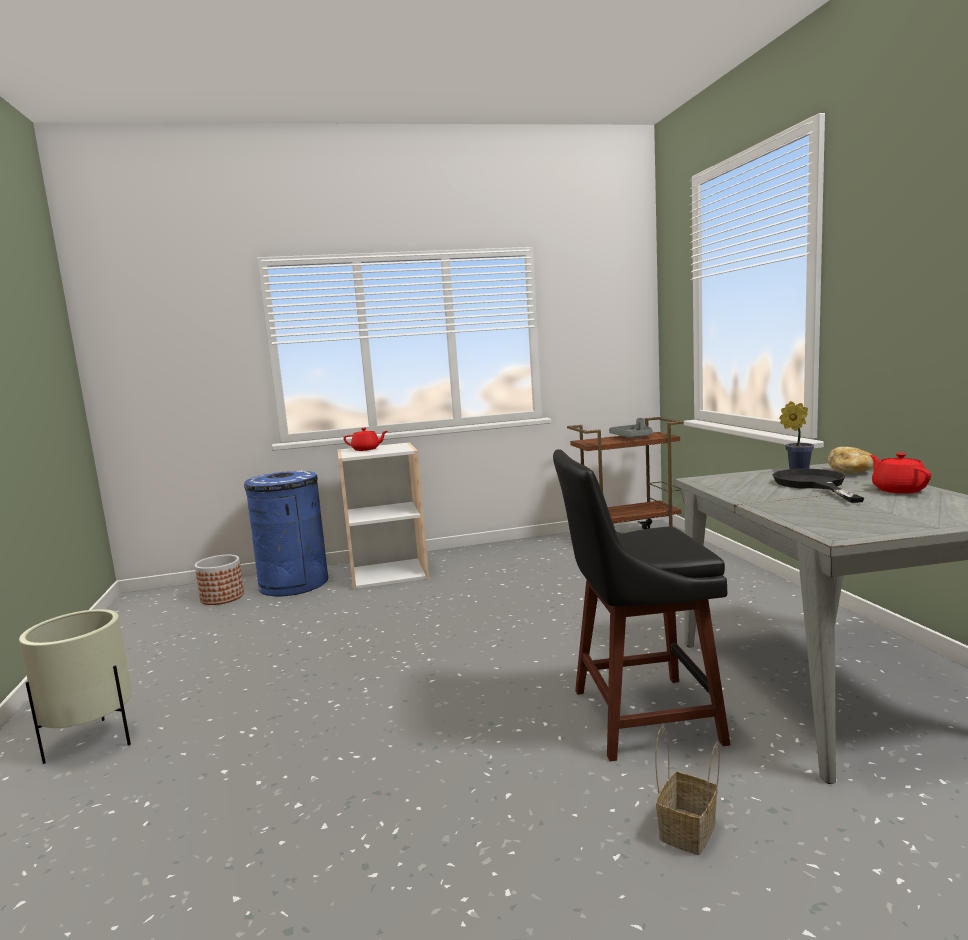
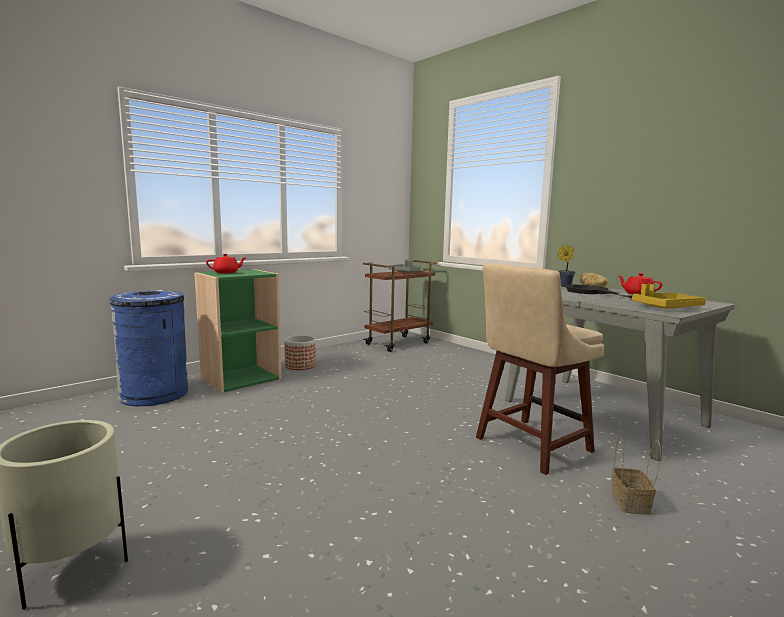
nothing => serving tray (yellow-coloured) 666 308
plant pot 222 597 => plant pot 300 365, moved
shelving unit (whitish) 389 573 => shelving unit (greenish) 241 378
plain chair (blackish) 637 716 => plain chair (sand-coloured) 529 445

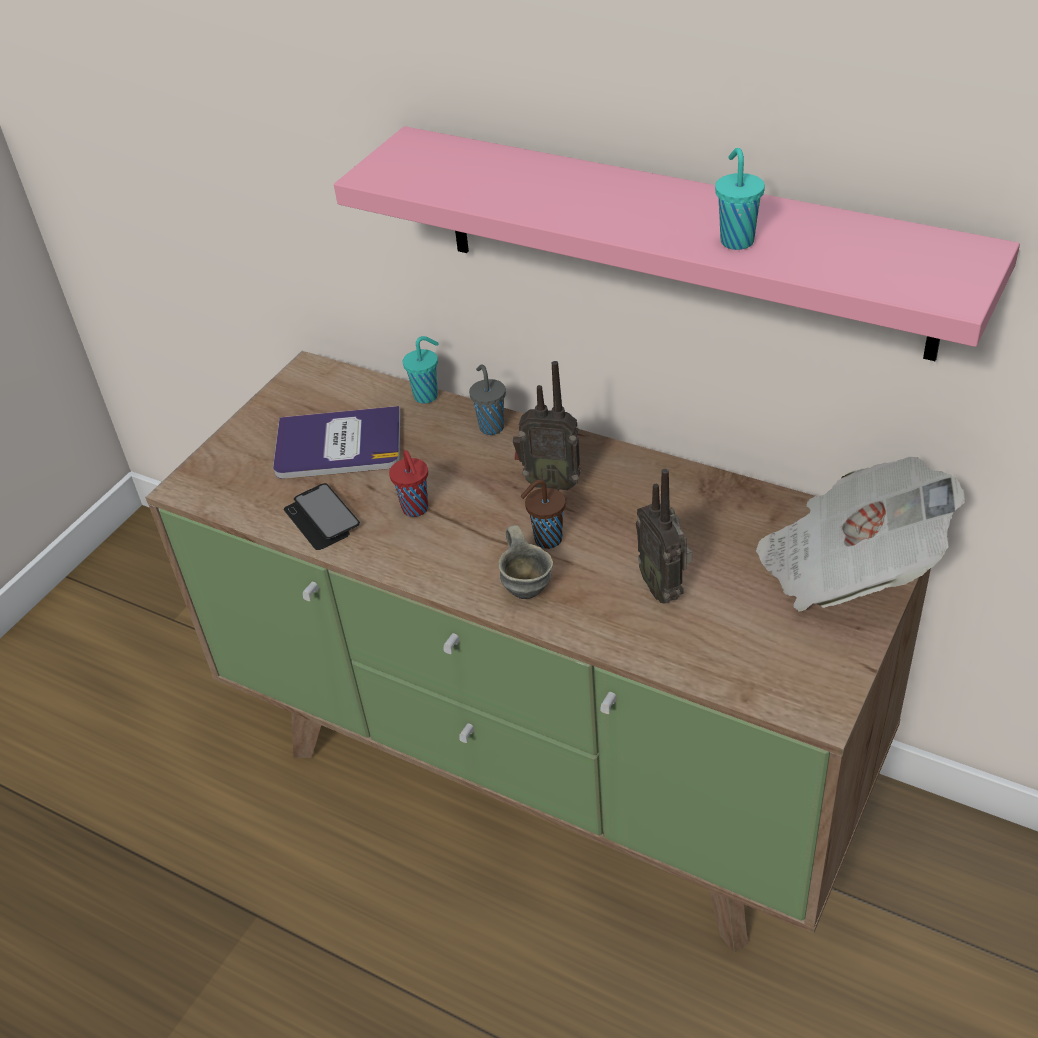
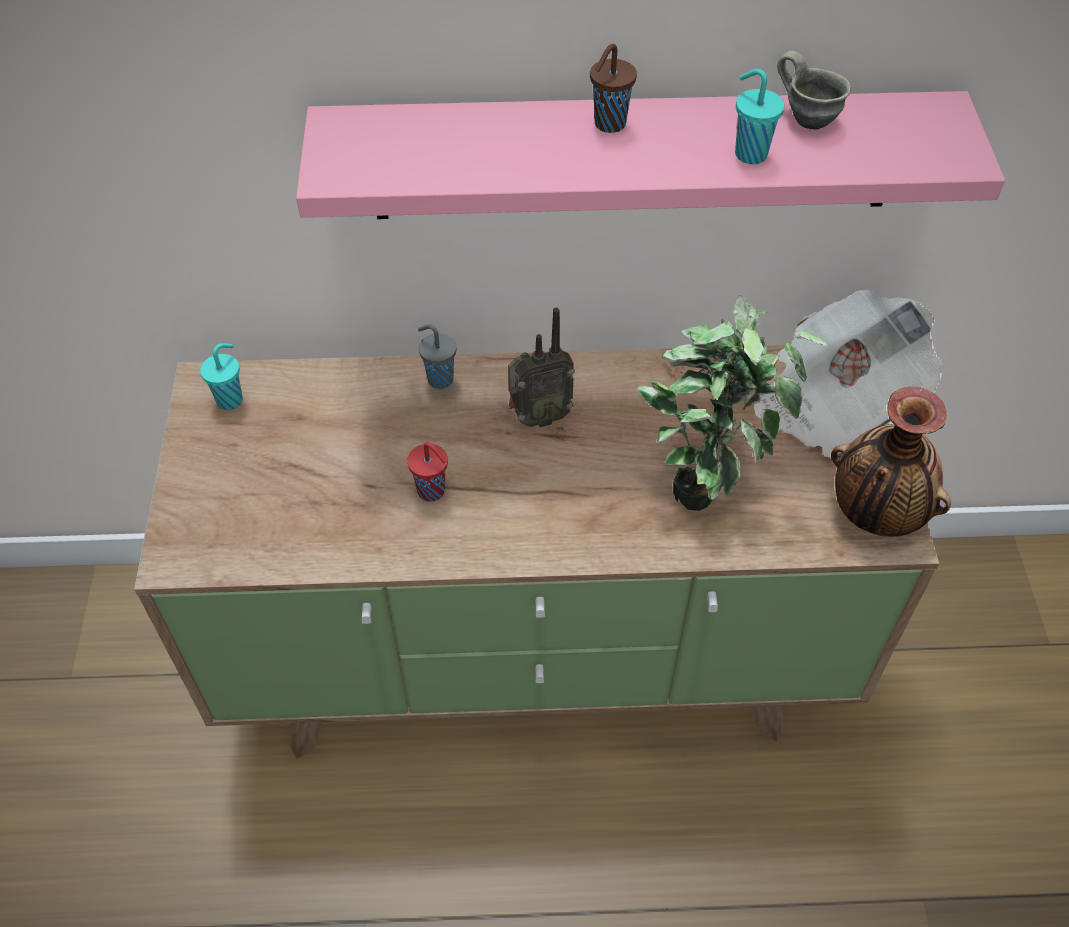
bound book 338 445 => nothing
handset 322 519 => nothing
nothing => flower vase 875 514
cup (turquoise-coloured) 427 396 => cup (turquoise-coloured) 231 399, moved
coffee mug (gray) 528 585 => coffee mug (gray) 808 117, moved
cup (brownish) 546 540 => cup (brownish) 608 125, moved
radio set 664 588 => potted plant 707 480

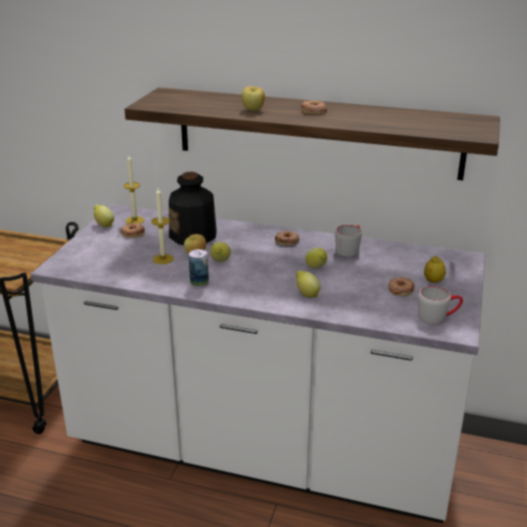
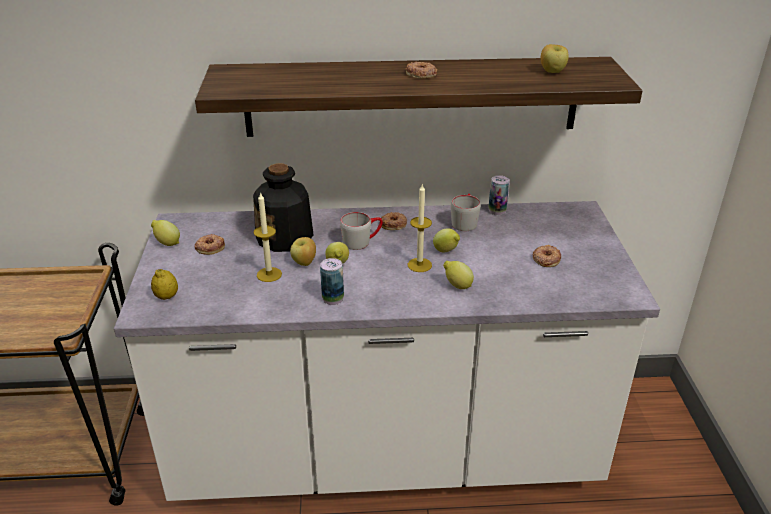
nothing => sealed can 497 211
wax light 135 220 => wax light 419 265, moved
whole apple 253 110 => whole apple 552 72, moved
coffee mug (gray) 438 316 => coffee mug (gray) 362 241, moved
lemon 433 281 => lemon 166 297, moved

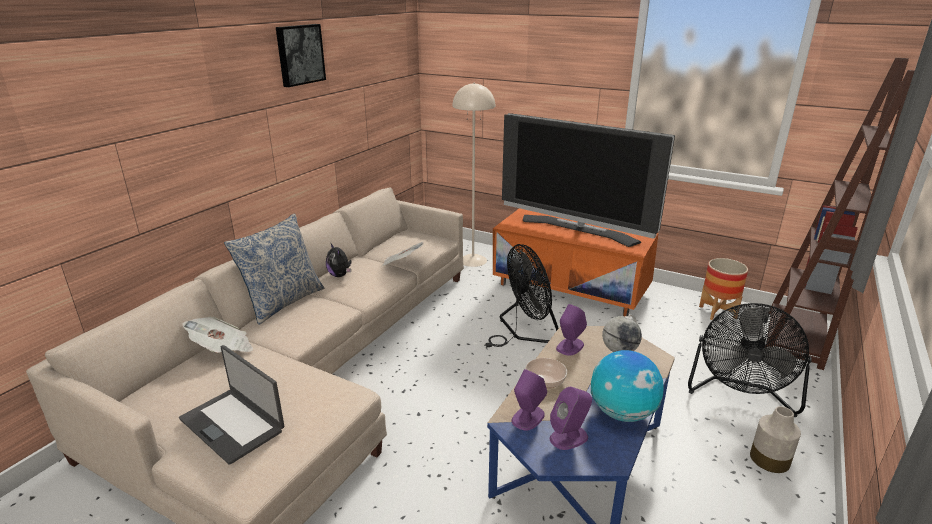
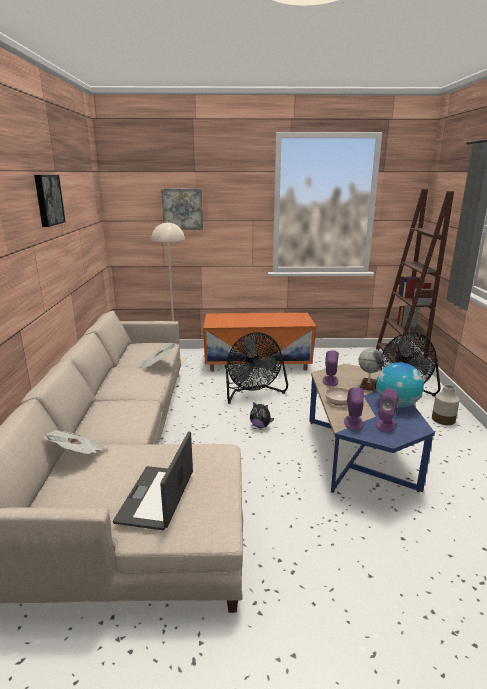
throw pillow 283 302 => nothing
television 578 230 => nothing
plant pot 717 312 => nothing
nothing => picture 182 209
plush toy 340 275 => plush toy 260 426, moved
notebook computer 233 424 => notebook computer 157 497, 90 degrees clockwise
cooling fan (blackish) 520 328 => cooling fan (blackish) 250 393, 120 degrees clockwise

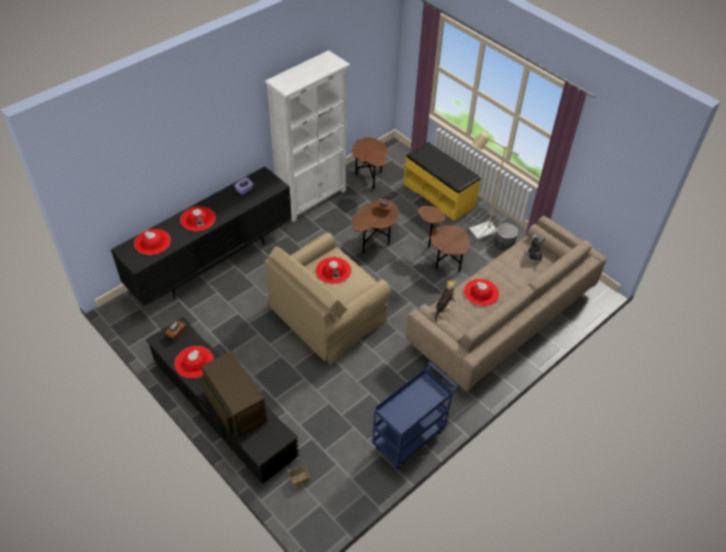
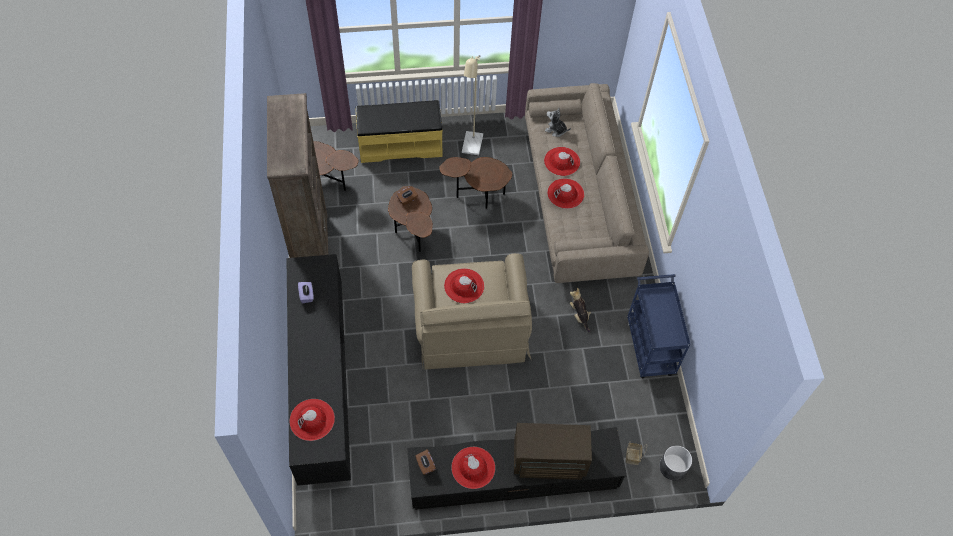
clothing hat (red) 198 219 => clothing hat (red) 562 161, moved
plush toy 444 307 => plush toy 579 315, moved
plant pot (gray) 504 243 => plant pot (gray) 673 467, moved
shelving unit (whitish) 312 199 => shelving unit (brownish) 312 249

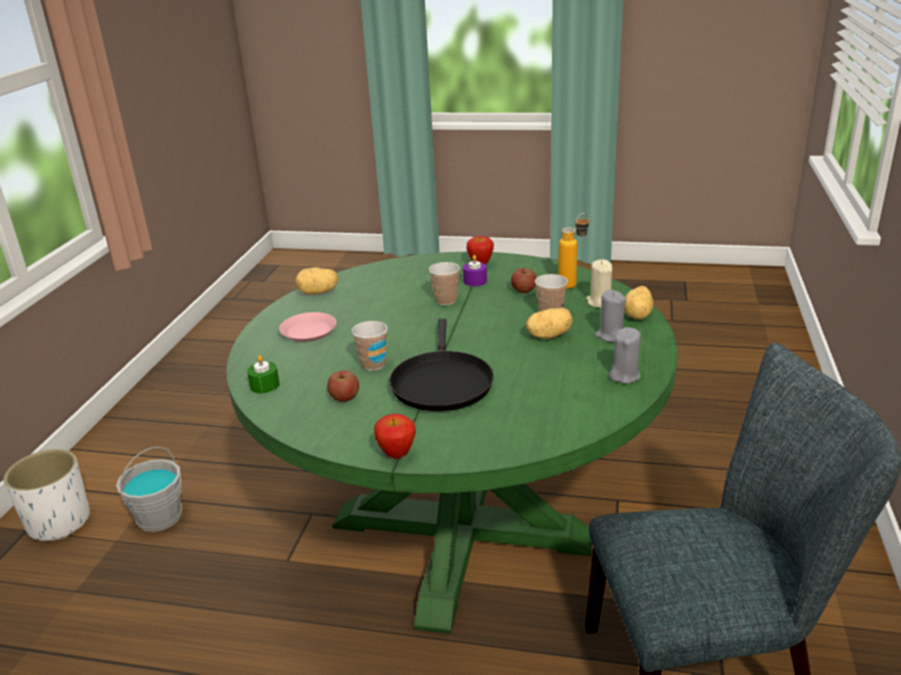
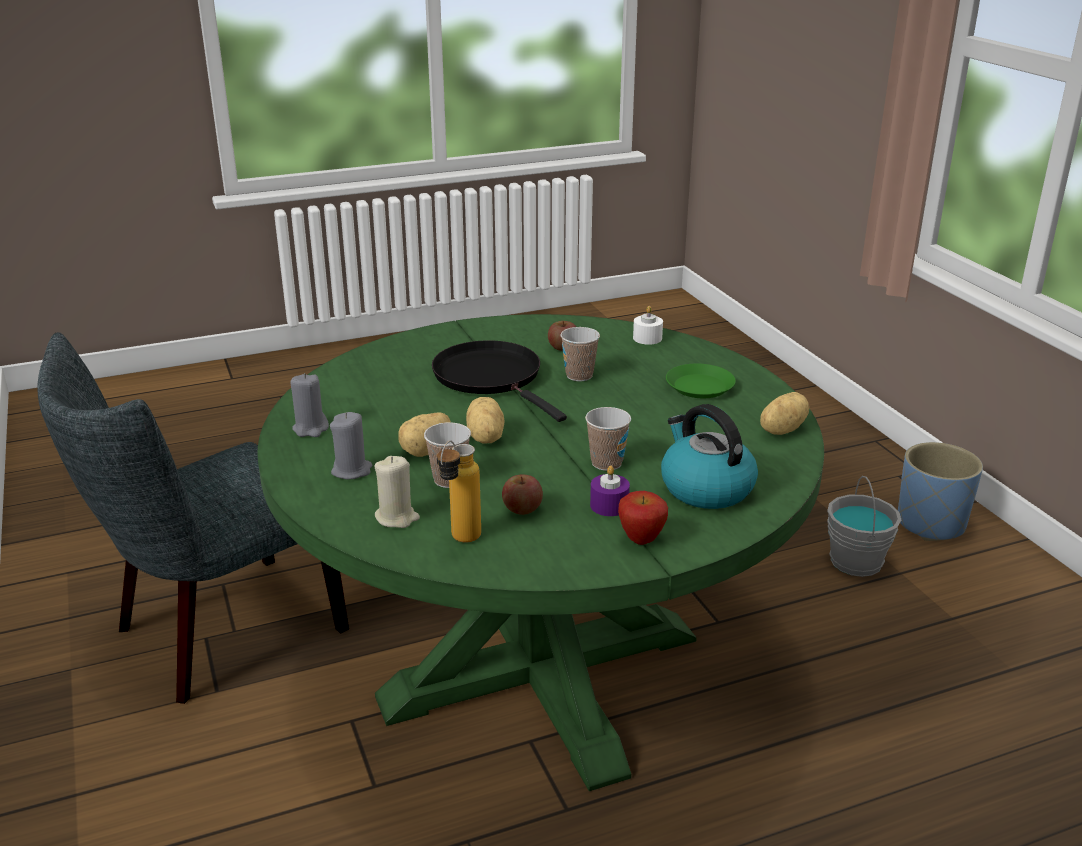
whole apple 397 455 => nothing
nothing => water kettle 705 488
potato 638 315 => potato 484 438, moved
plant pot (whitish) 59 522 => plant pot (blue) 931 524
wax light (greenish) 265 385 => wax light (whitish) 647 338
dinner plate (pink-coloured) 308 331 => dinner plate (greenish) 700 386

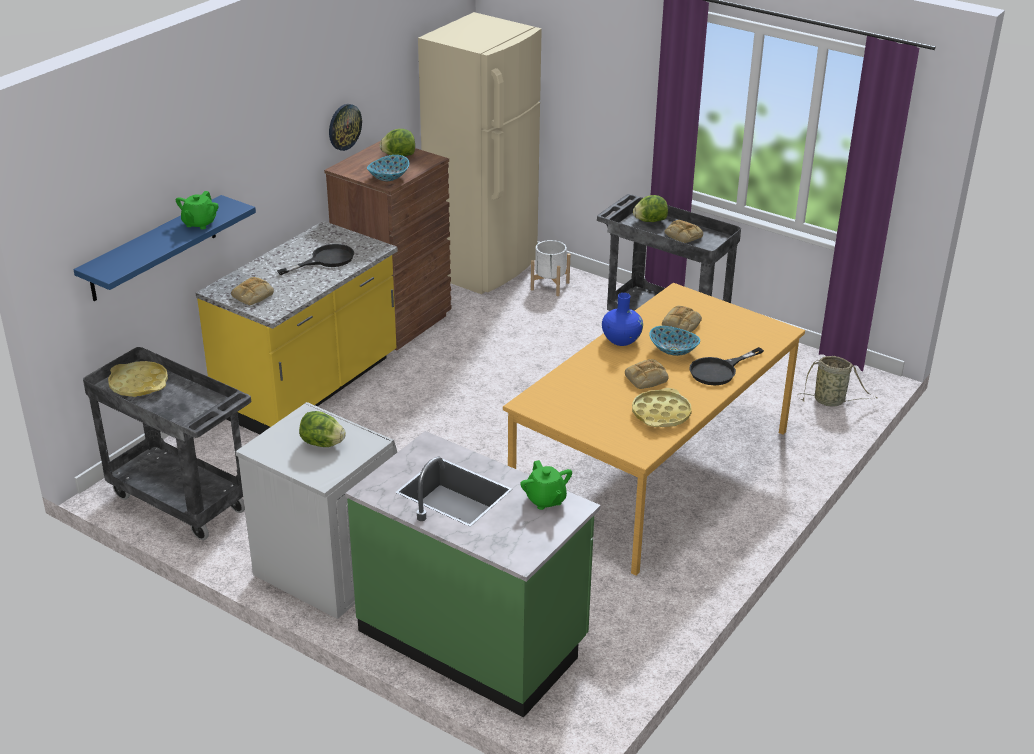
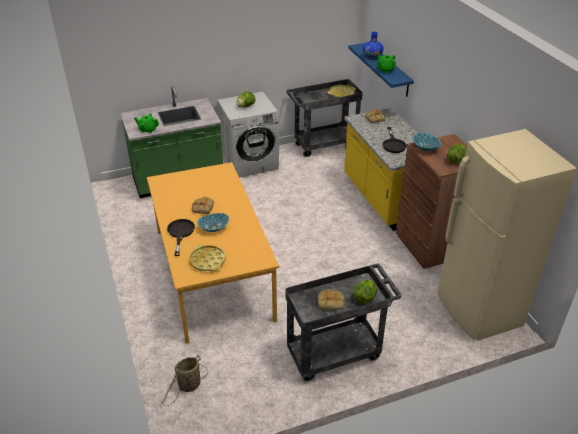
hanging clock 344 126 => nothing
plant pot (whitish) 549 286 => nothing
bakery bread 682 324 => nothing
flower vase (blue) 621 340 => flower vase (blue) 372 57, moved
serving tray (yellow-coloured) 661 414 => serving tray (yellow-coloured) 207 261, moved

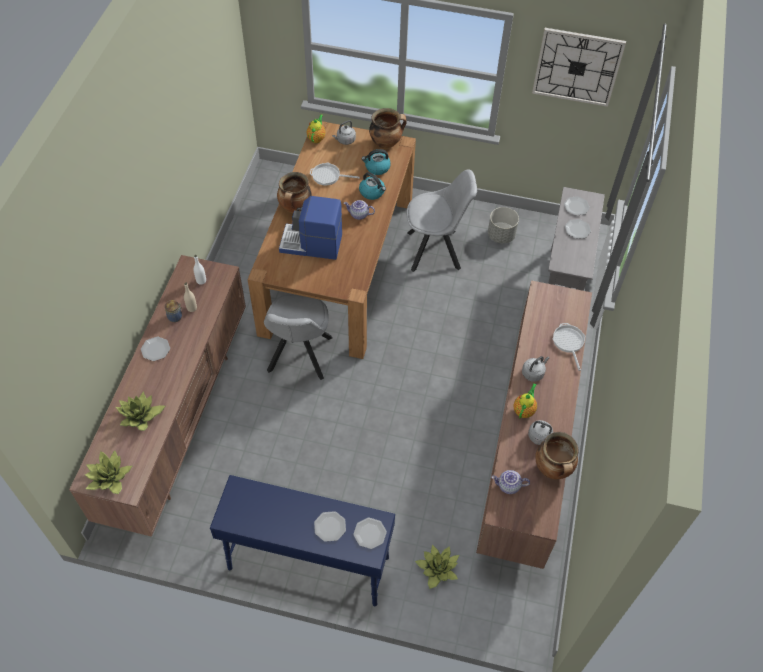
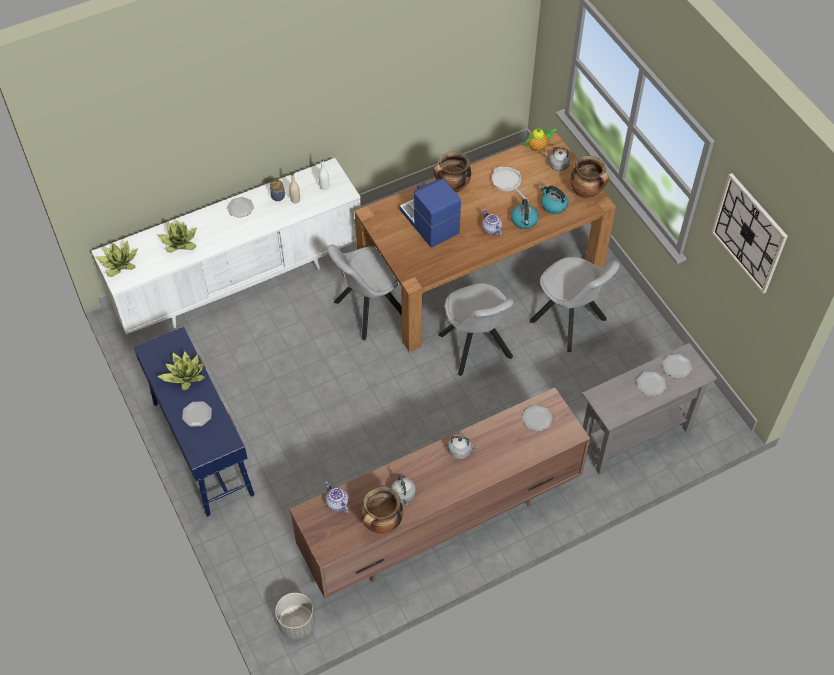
teapot 524 410 => nothing
frying pan 568 342 => nothing
nothing => plain chair (gray) 476 347
dinner plate 370 534 => dinner plate 537 419, moved
potted plant 437 569 => potted plant 184 375, moved
plant pot (gray) 501 235 => plant pot (gray) 296 624, moved
cupboard (brownish) 177 420 => cupboard (whitish) 240 281

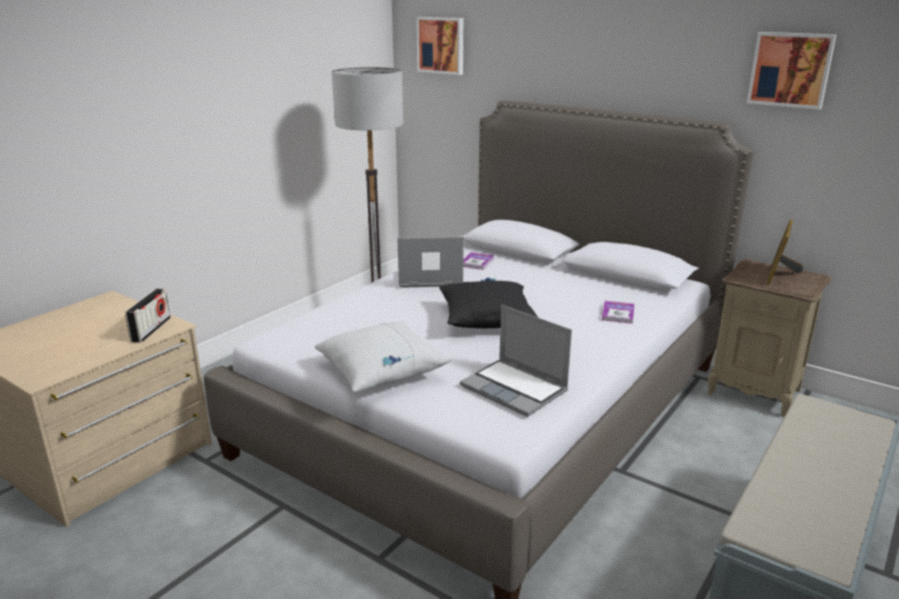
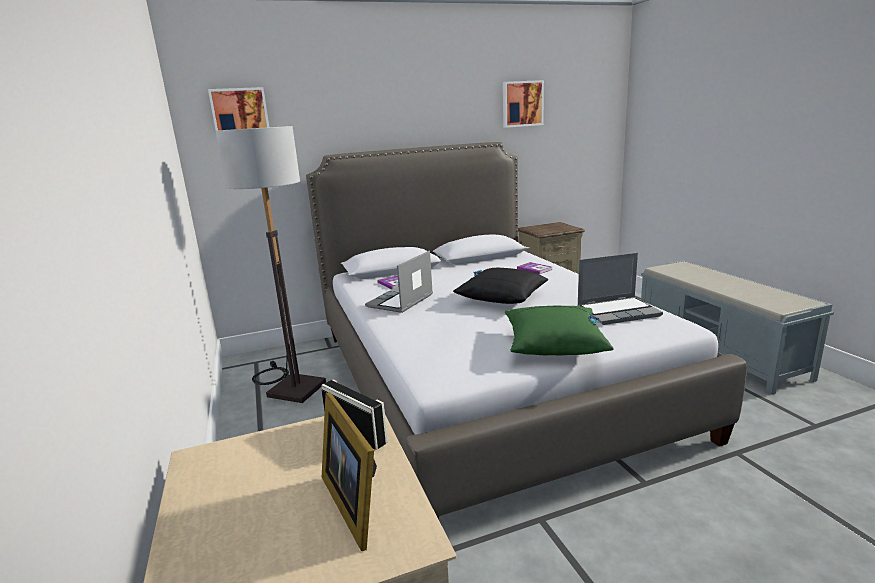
photo frame 779 275 => photo frame 355 502, moved
throw pillow (gray) 381 372 => throw pillow (greenish) 553 345

